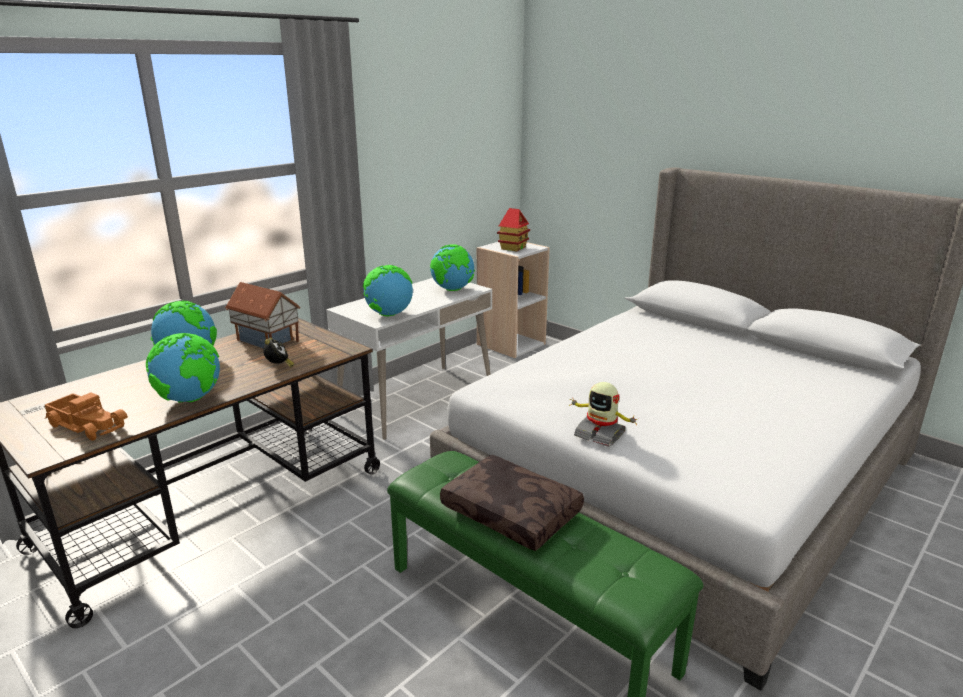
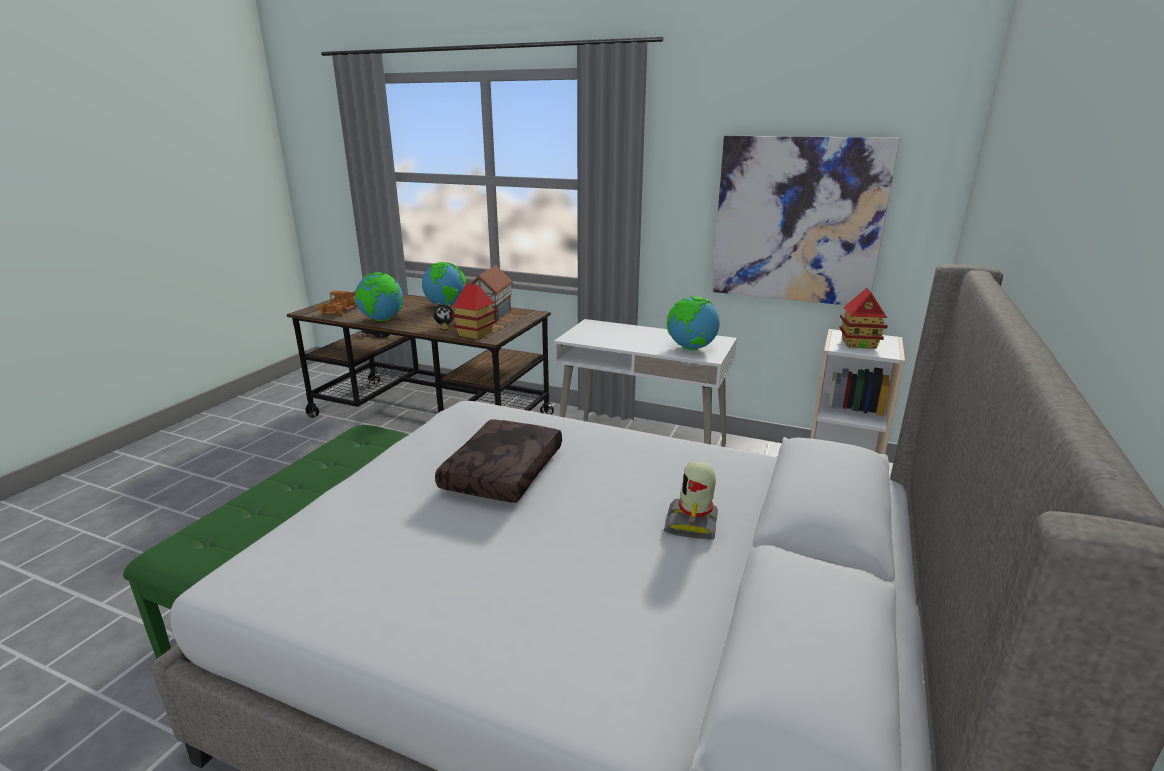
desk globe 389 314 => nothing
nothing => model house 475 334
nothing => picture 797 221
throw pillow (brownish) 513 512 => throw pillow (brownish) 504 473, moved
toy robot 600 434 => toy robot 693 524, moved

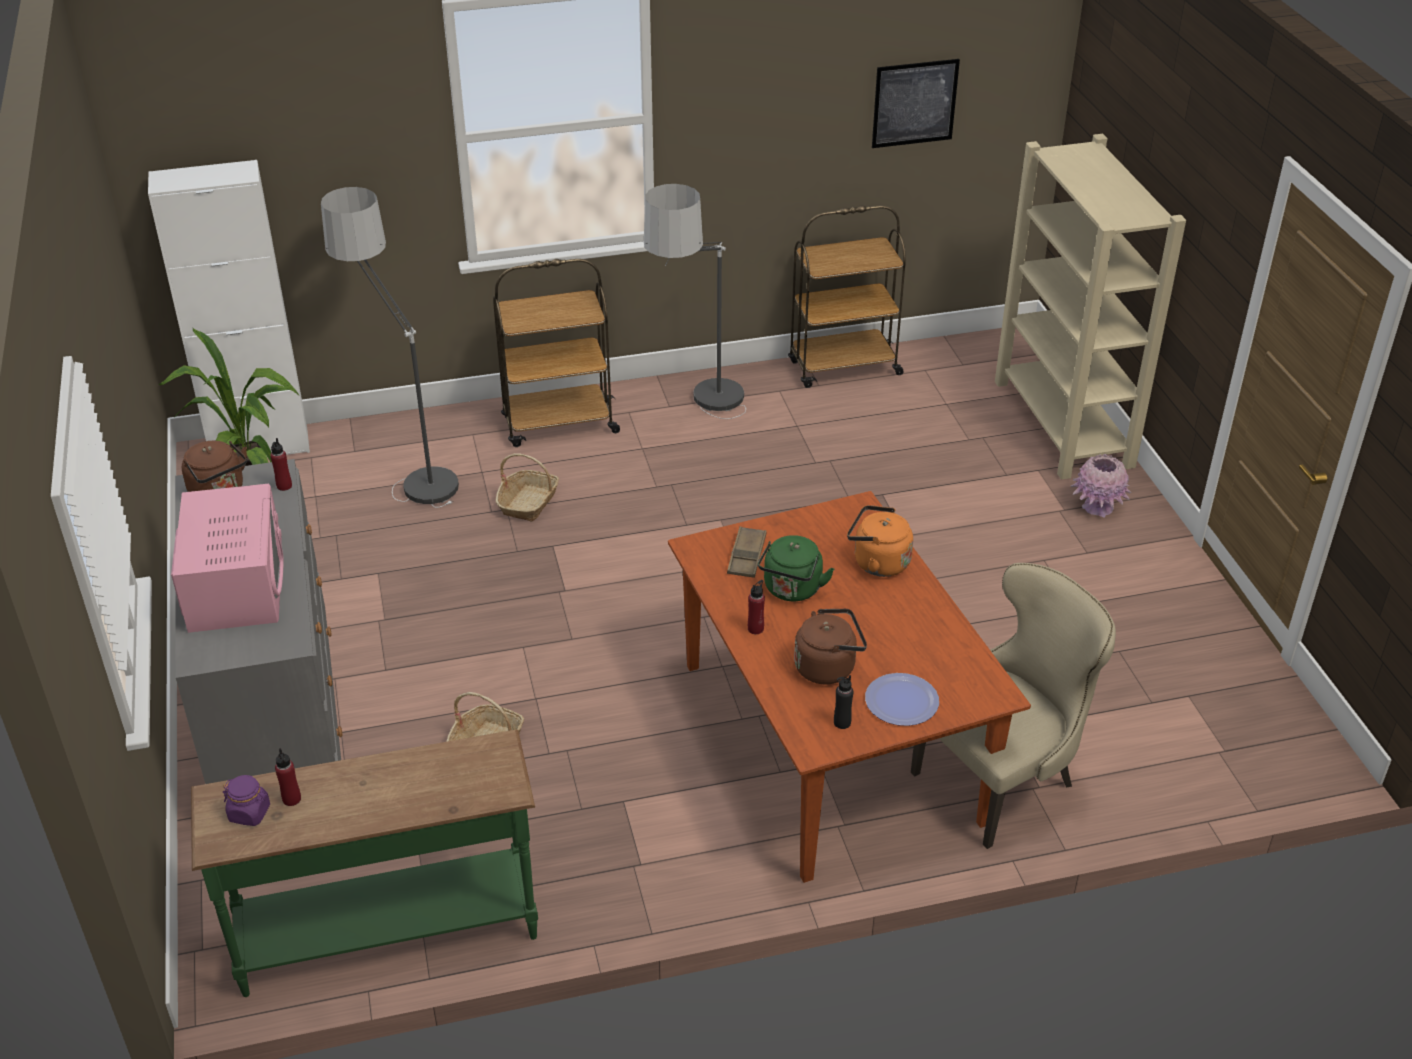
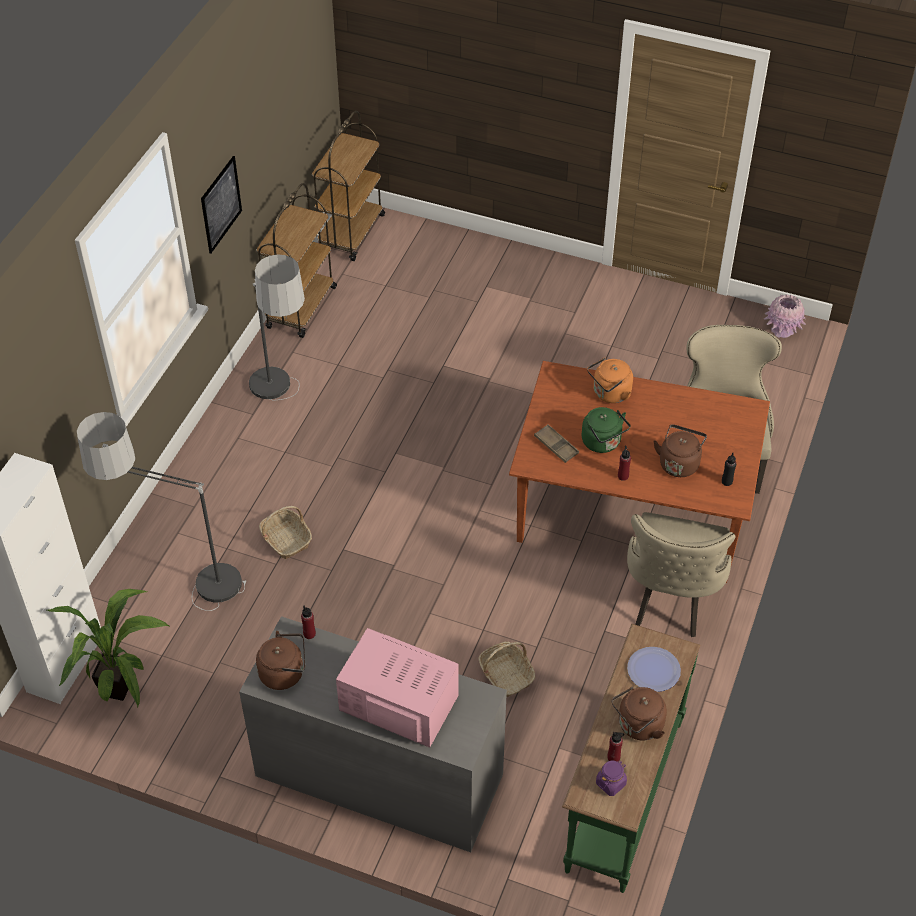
shelving unit (sand-coloured) 1063 423 => nothing
nothing => water kettle (brownish) 638 726
nothing => plain chair (sand-coloured) 671 600
wheeled cart (brownish) 559 425 => wheeled cart (brownish) 350 234, moved
dinner plate 901 701 => dinner plate 653 670, moved
picture 914 103 => picture 221 204, moved
flower vase (pink-coloured) 1097 508 => flower vase (pink-coloured) 782 331, moved

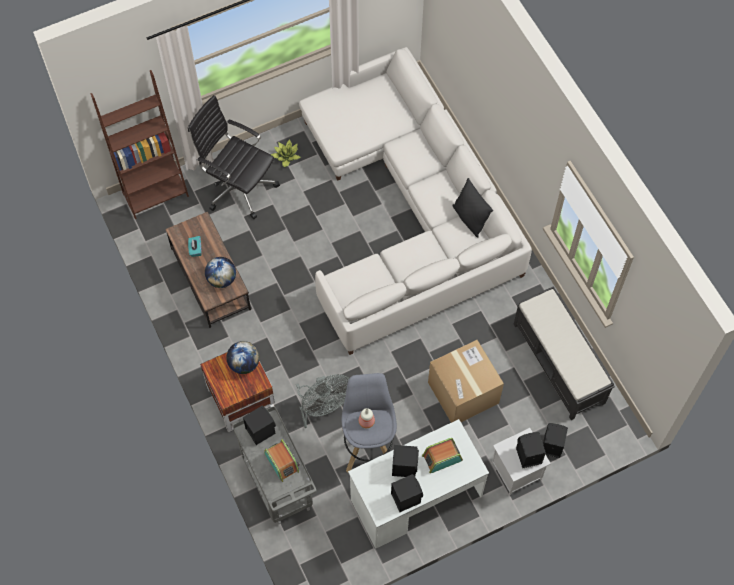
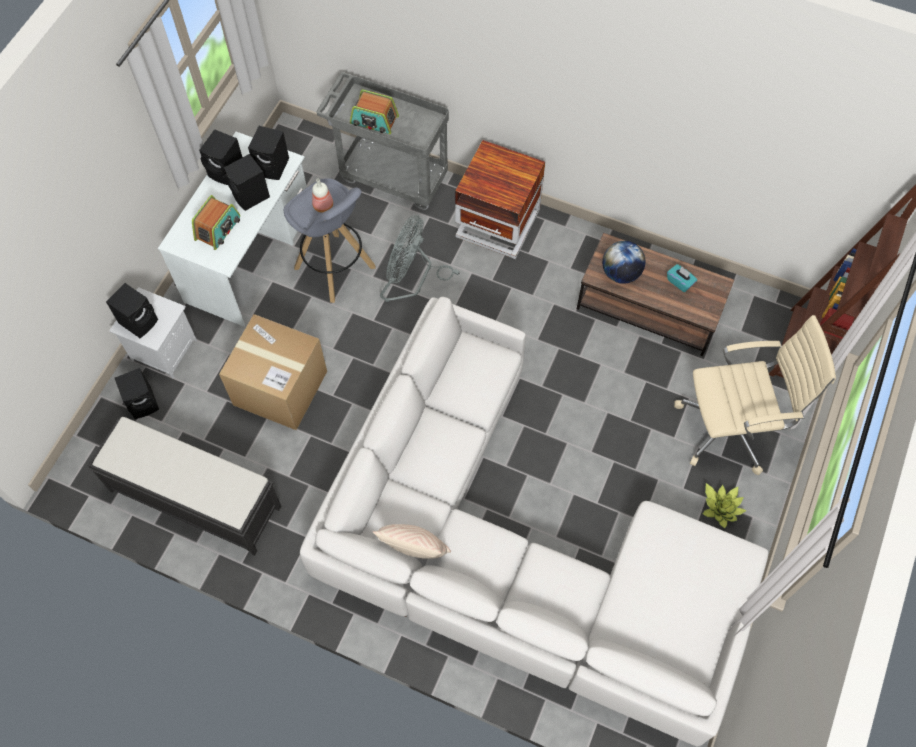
desk globe 244 364 => nothing
loudspeaker (blackish) 260 430 => loudspeaker (blackish) 273 167, moved
computer chair (blackish) 238 186 => computer chair (sand-coloured) 731 427
throw pillow (blackish) 469 219 => throw pillow (sand-coloured) 414 550

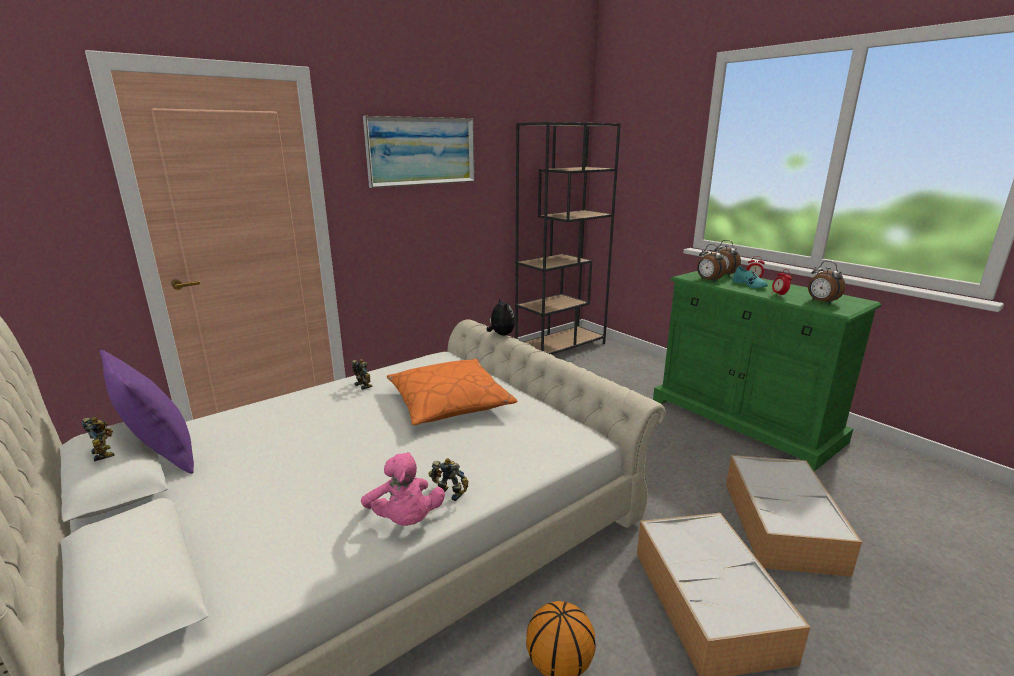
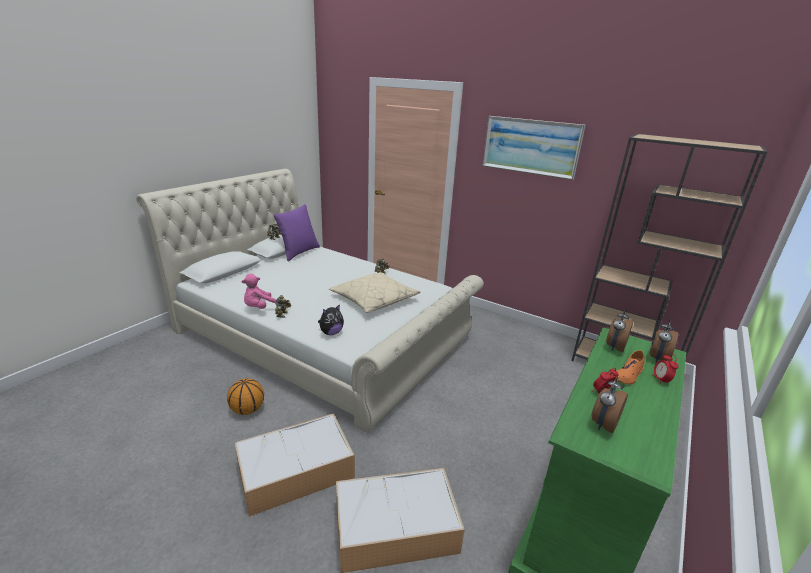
plush toy 501 334 => plush toy 331 333, moved
throw pillow (orangey) 449 403 => throw pillow (sand-coloured) 374 299
low shoe (turquoise-coloured) 749 285 => low shoe (orangey) 627 375

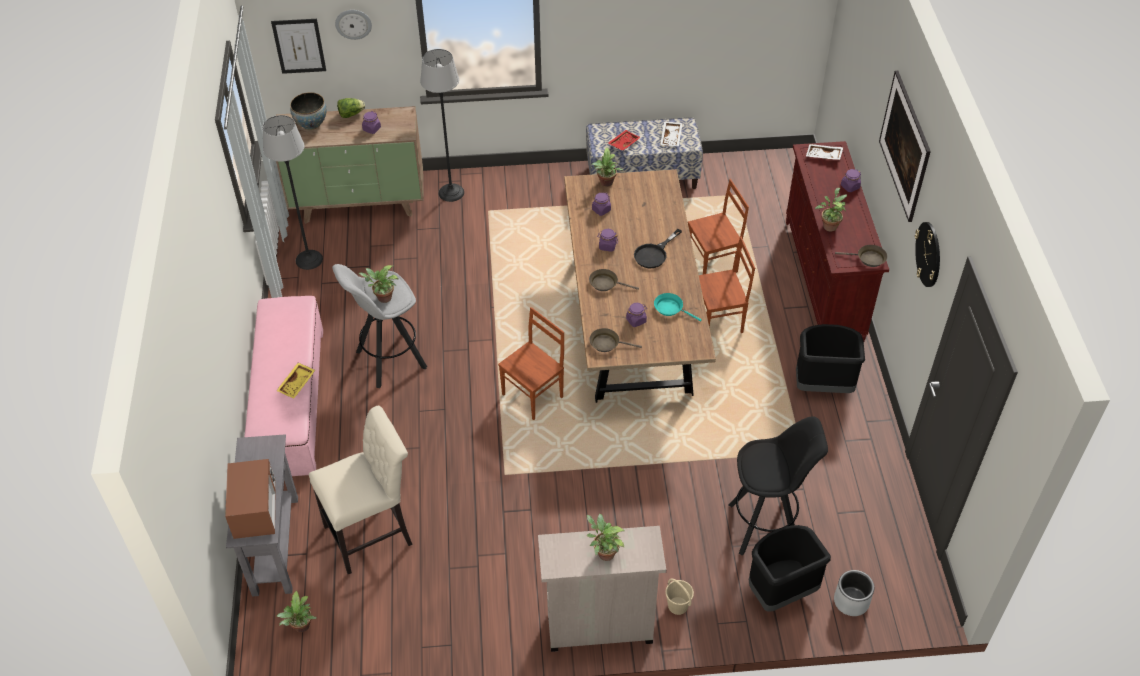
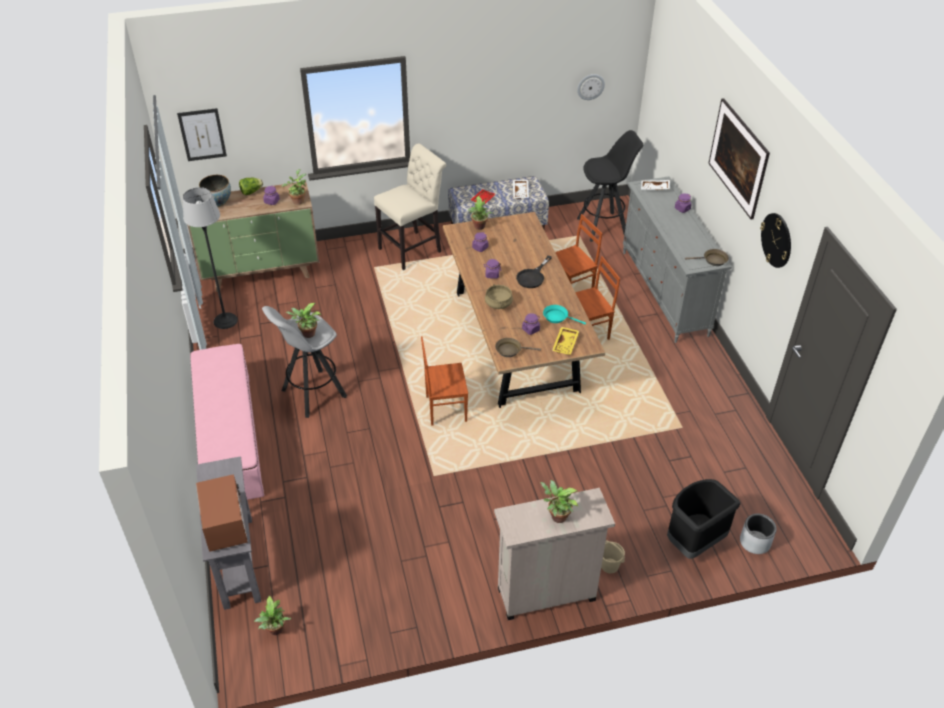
standard lamp 451 193 => nothing
rubbish bin (blackish) 822 385 => nothing
serving tray (yellow-coloured) 297 384 => serving tray (yellow-coloured) 566 344, moved
stool seat (sand-coloured) 373 534 => stool seat (sand-coloured) 413 249, moved
hanging clock 353 23 => hanging clock 590 86, moved
stool seat (blackish) 766 526 => stool seat (blackish) 603 226, moved
potted plant 829 225 => potted plant 298 200, moved
frying pan (brownish) 606 283 => saucepot (sand-coloured) 498 303
drawer chest (red) 823 281 => drawer chest (gray) 664 293
plain chair (brownish) 534 396 => plain chair (brownish) 445 408, 135 degrees counterclockwise

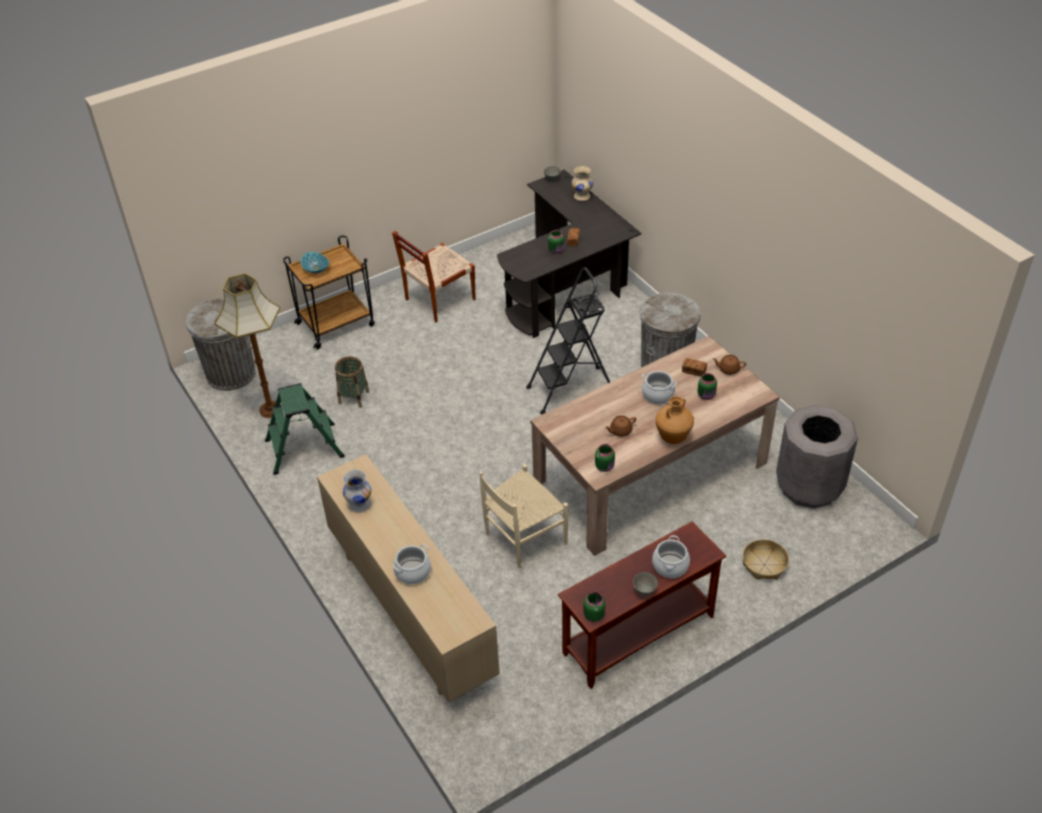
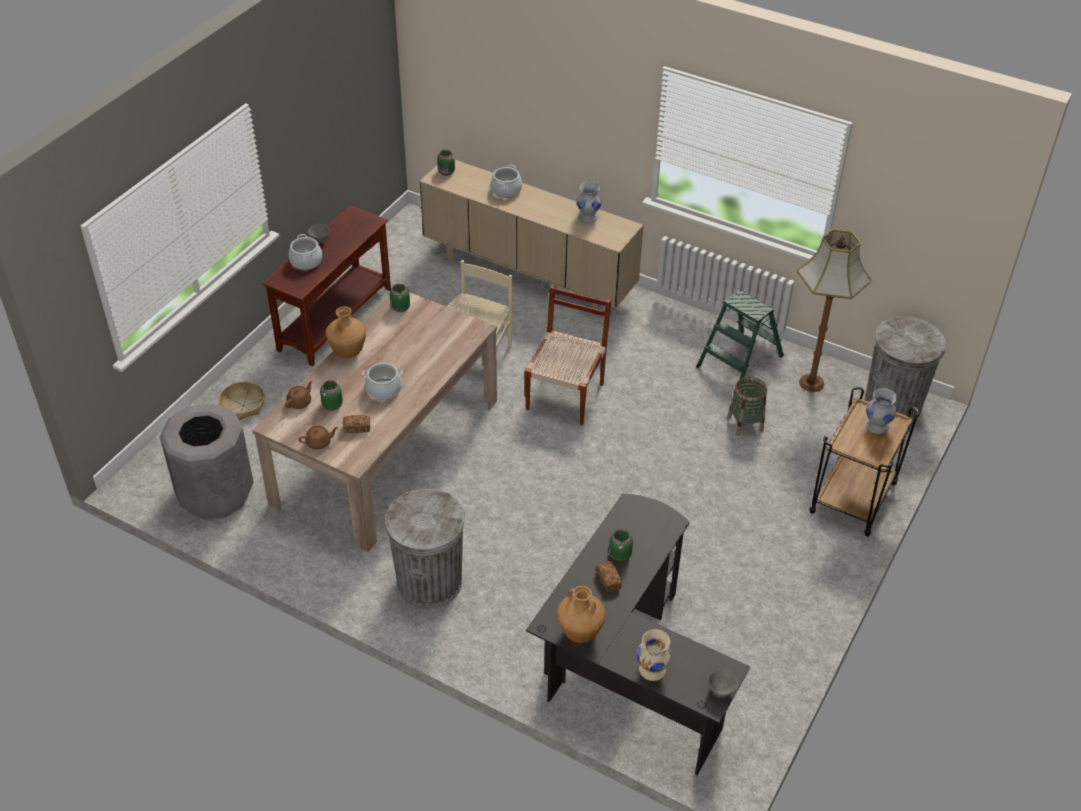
stepladder 572 389 => nothing
nothing => flower vase (brownish) 580 633
plain chair 438 301 => plain chair 566 395, moved
preserve jar (greenish) 594 614 => preserve jar (greenish) 446 173, moved
teapot (brownish) 620 431 => teapot (brownish) 300 402, moved
serving bowl 316 269 => flower vase (whitish) 877 426

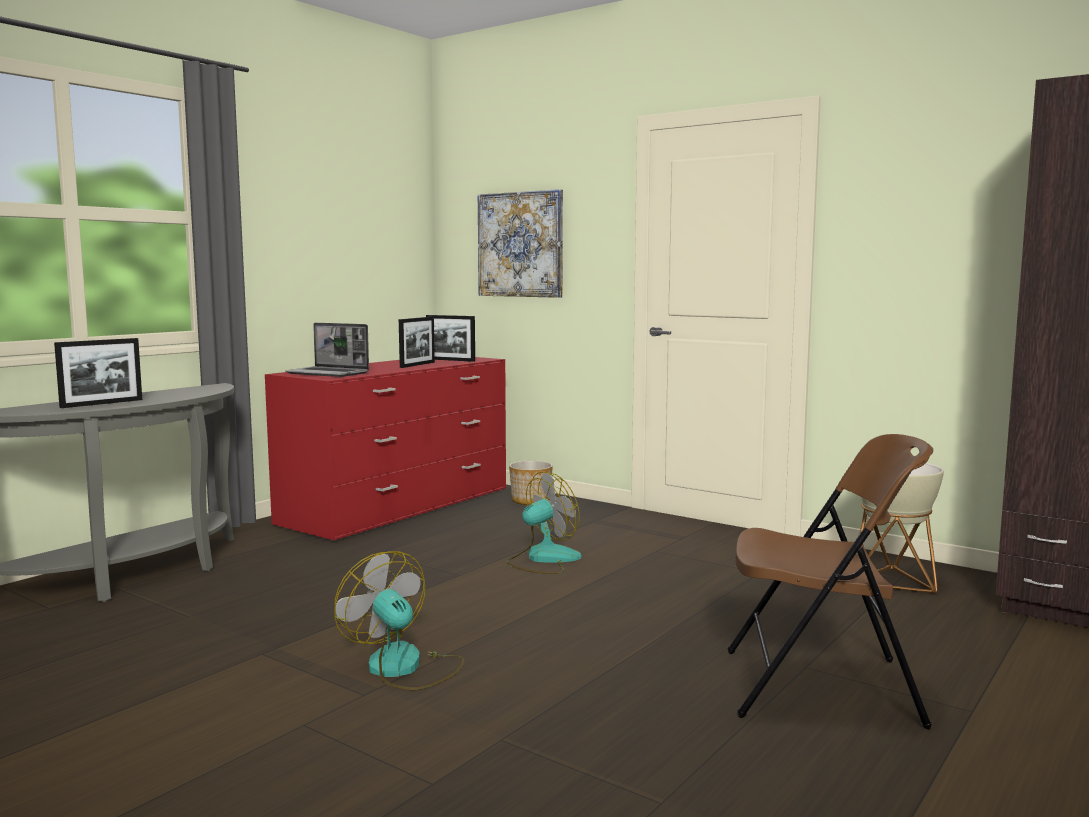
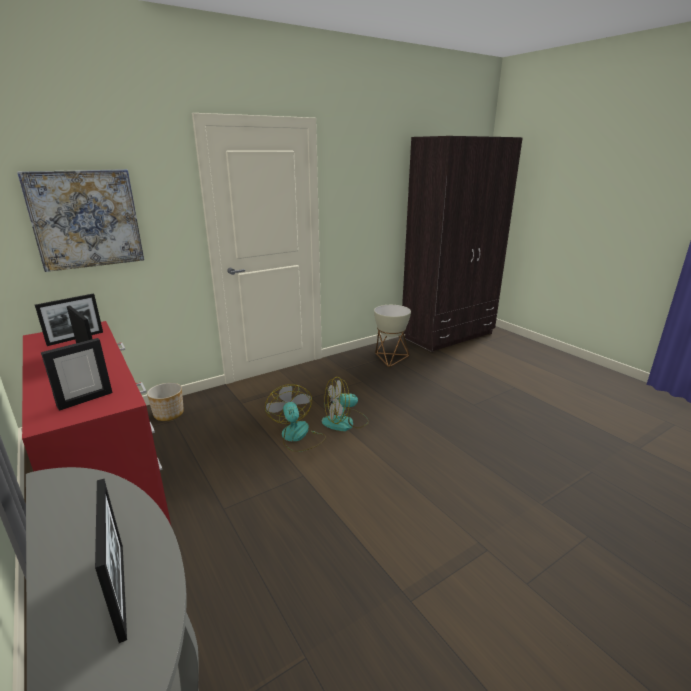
plain chair (brownish) 820 687 => nothing
cooling fan 404 668 => cooling fan 345 422, moved
notebook computer 329 373 => photo frame 85 400

